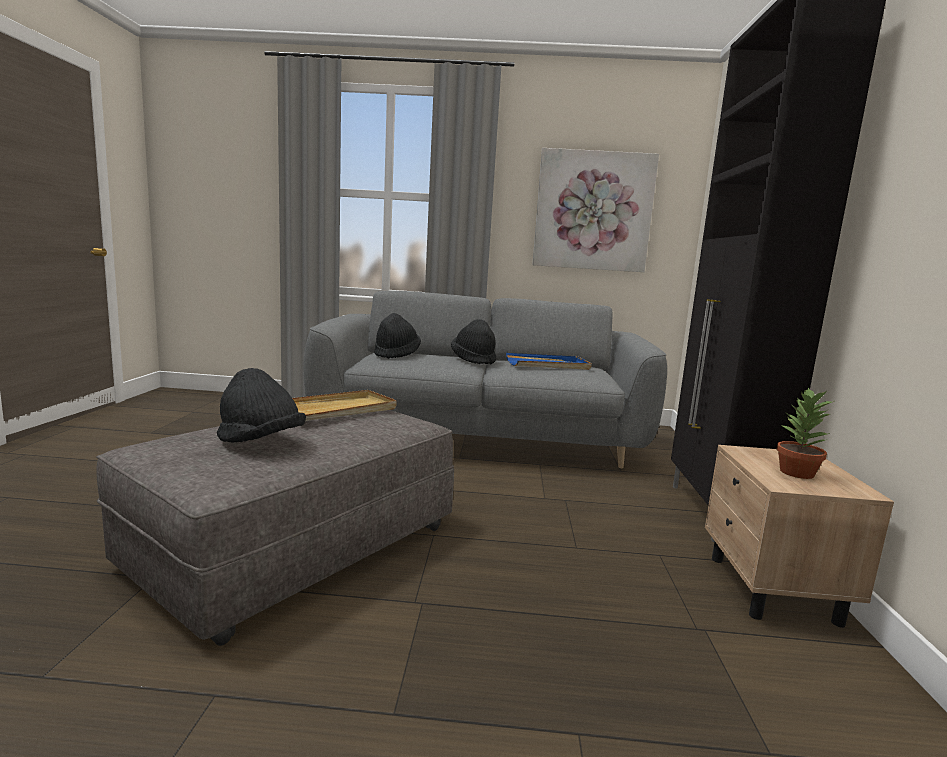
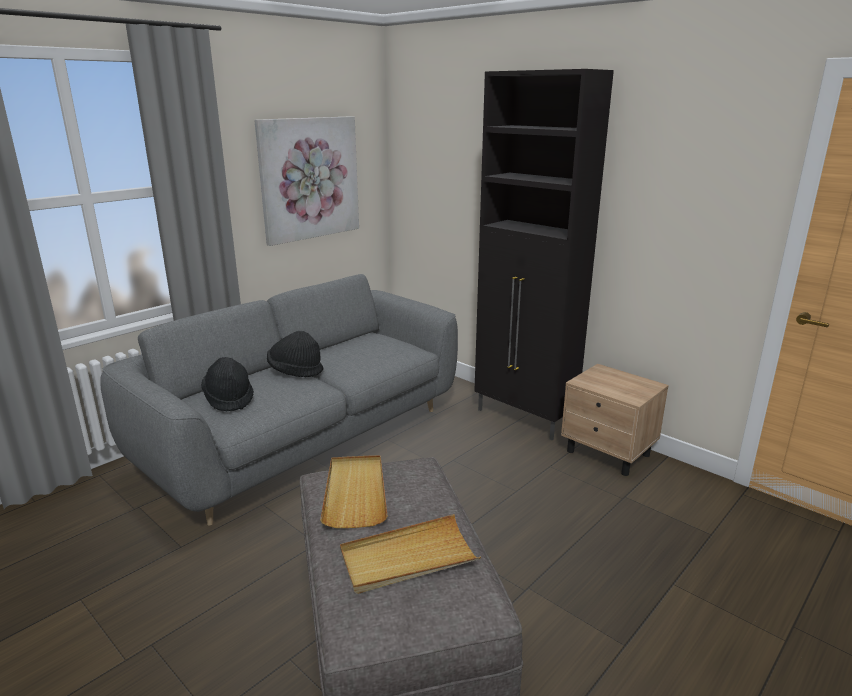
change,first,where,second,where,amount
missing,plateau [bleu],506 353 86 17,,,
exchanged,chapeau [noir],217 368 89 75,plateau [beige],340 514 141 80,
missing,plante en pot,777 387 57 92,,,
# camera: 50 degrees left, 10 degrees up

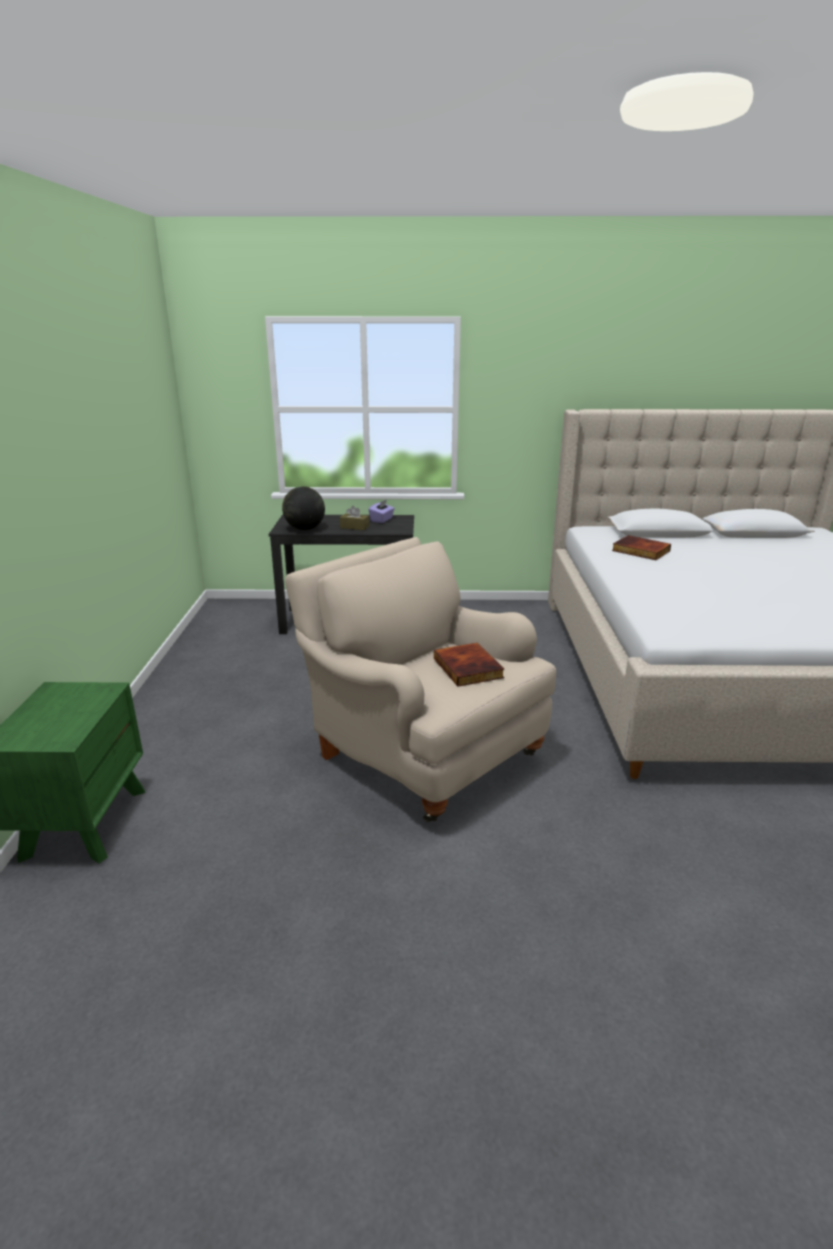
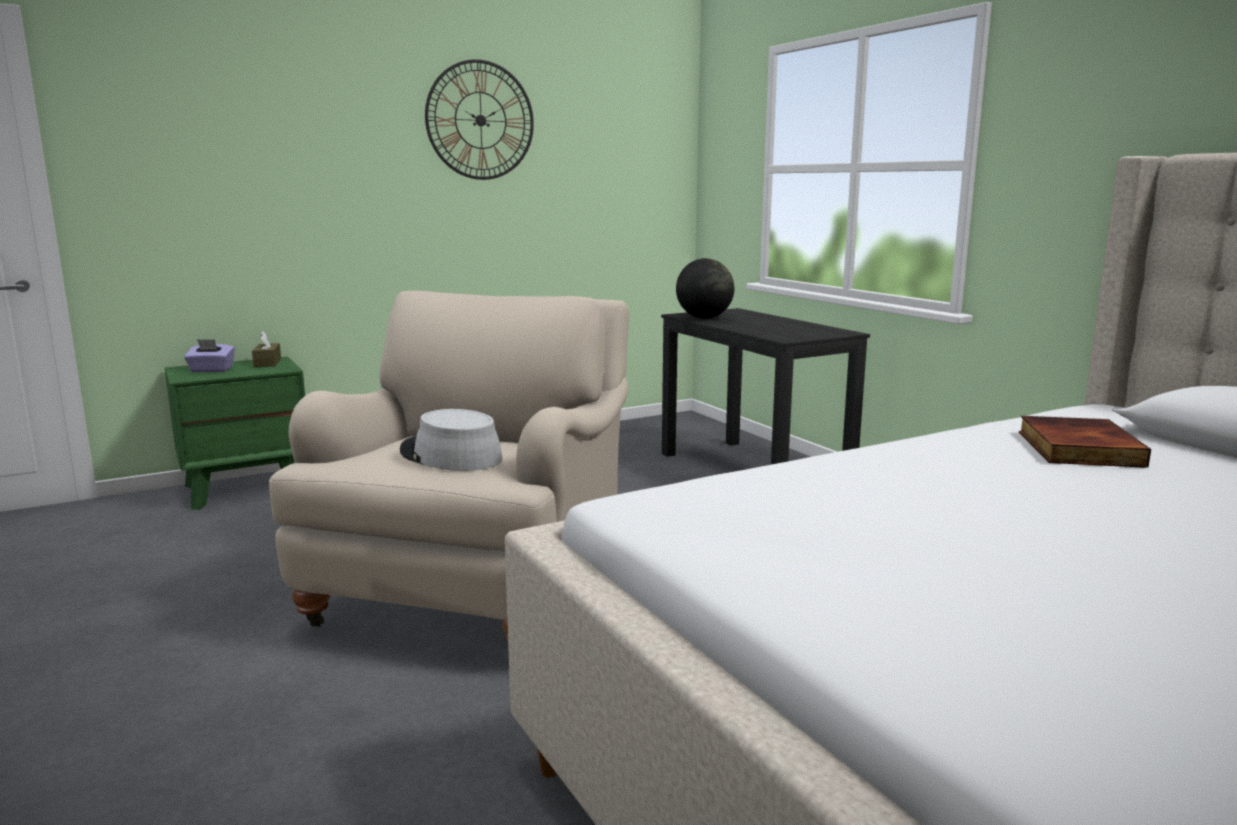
change,first,where,second,where,amount
relocated,boîte à mouchoirs [violet],369 500 26 23,,184 339 51 34,
relocated,boîte à mouchoirs [marron],340 506 29 24,,252 331 29 36,
exchanged,livre,434 642 70 45,chapeau [gris],400 409 103 62,
appeared,,,horloge murale,425 59 109 121,
# camera: 60 degrees right, 10 degrees down

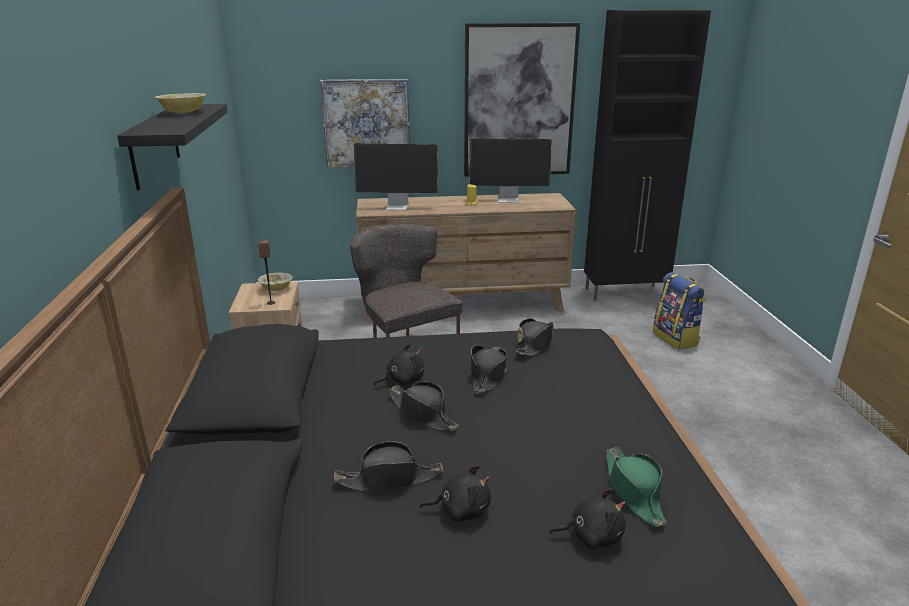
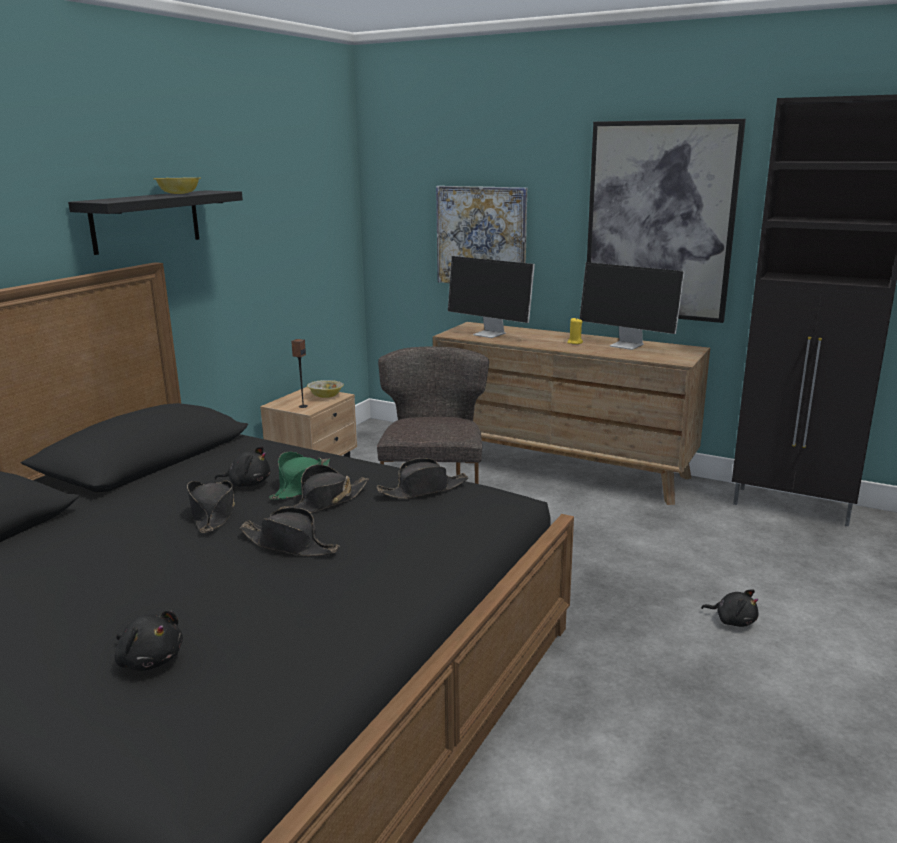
change,first,where,second,where,amount
missing,sac à dos,653 272 52 78,,,
relocated,chapeau [noir],334 441 110 50,,240 508 100 48,
relocated,chapeau [vert],606 447 61 80,,269 452 61 48,
relocated,peluche [noir],420 465 71 57,,701 589 58 38,
# camera: 35 degrees right, 5 degrees down

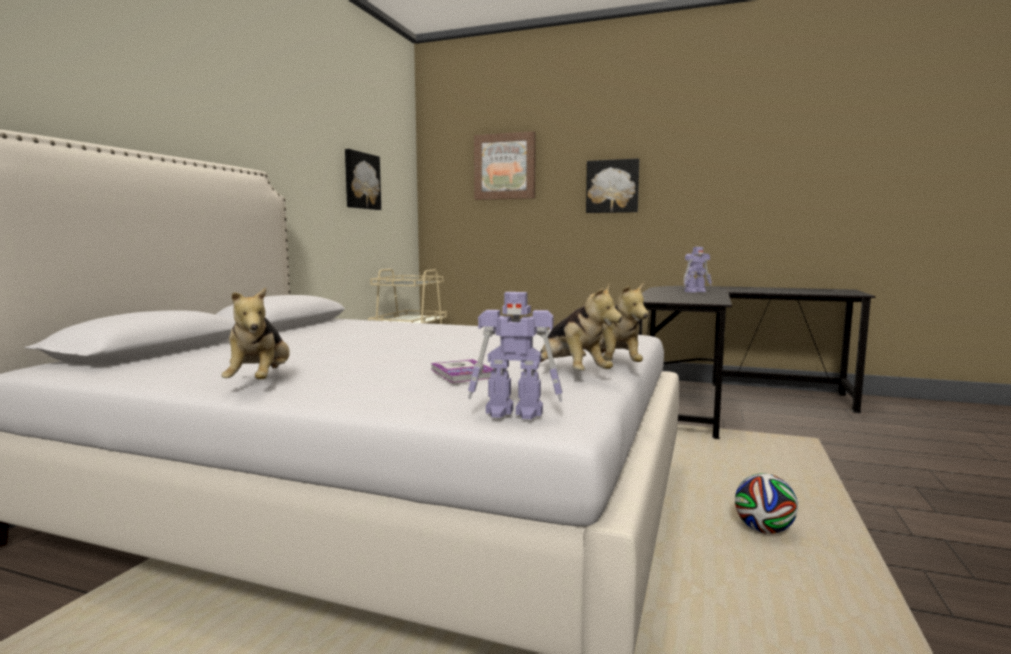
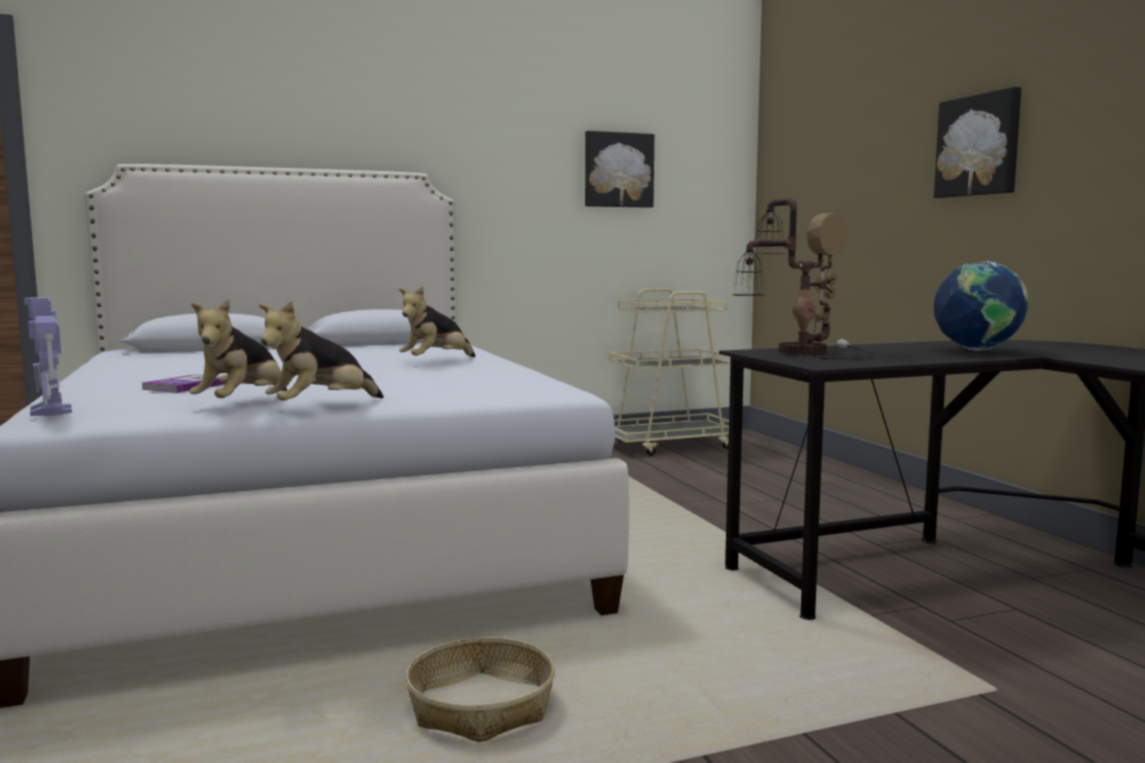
change,first,where,second,where,amount
missing,tableau,474 131 62 69,,,
exchanged,robot jouet,683 247 29 46,globe,934 261 95 90,
relocated,peluche,221 287 69 92,,399 286 76 71,
exchanged,ballon de foot,735 473 63 61,panier,406 637 149 105,
appeared,,,lampe de table,732 198 143 161,
# camera: 50 degrees right, 0 degrees up

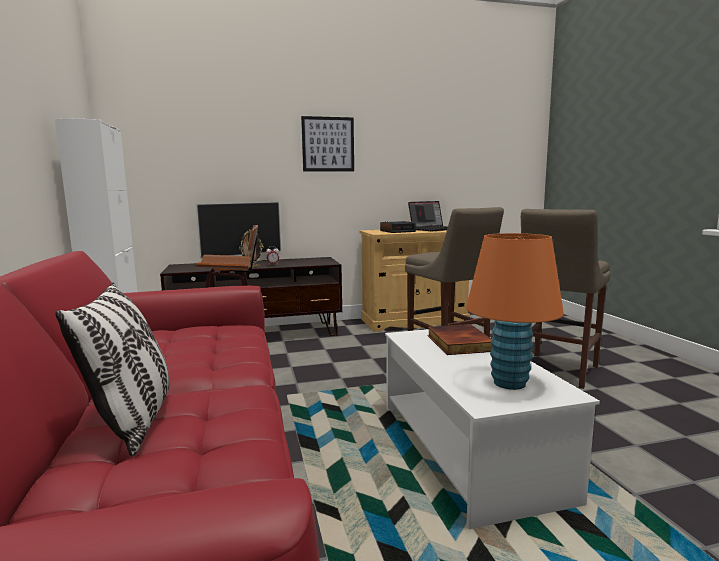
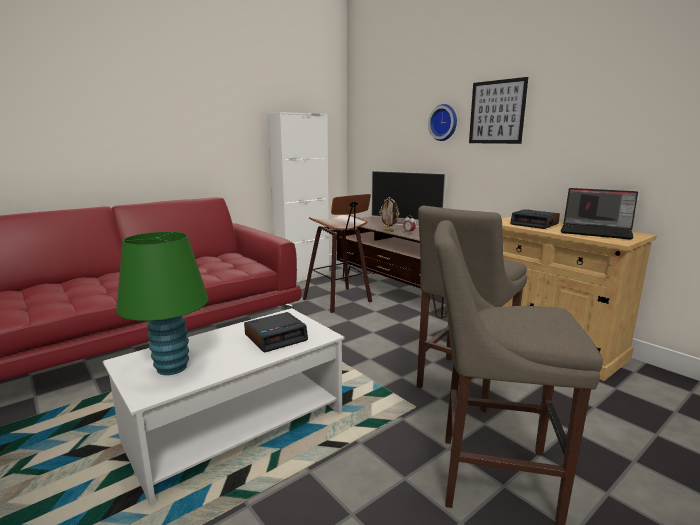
change,first,where,second,where,amount
colour,lampe de table [orange],466 233 98 157,lampe de table [vert],116 232 93 143,
missing,coussin,55 282 115 174,,,
exchanged,livre,428 324 64 31,réveil,244 312 64 40,
appeared,,,horloge murale,428 104 29 37,
# camera: 65 degrees right, 5 degrees up

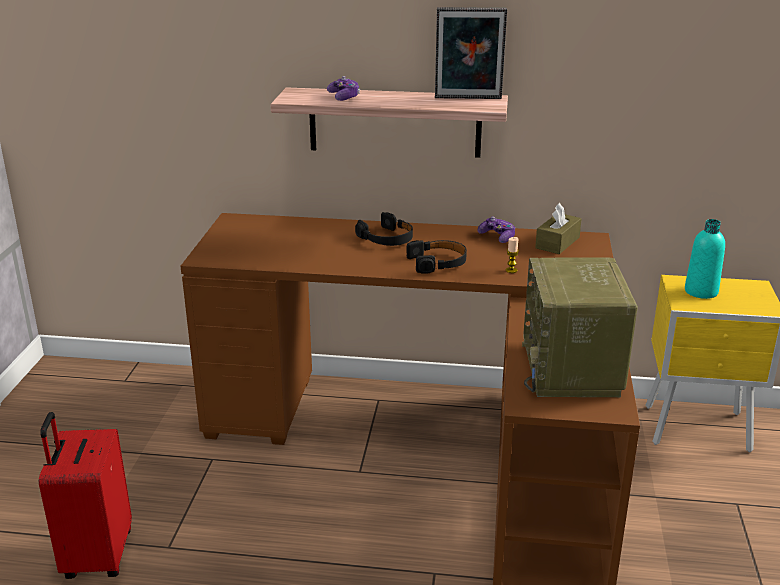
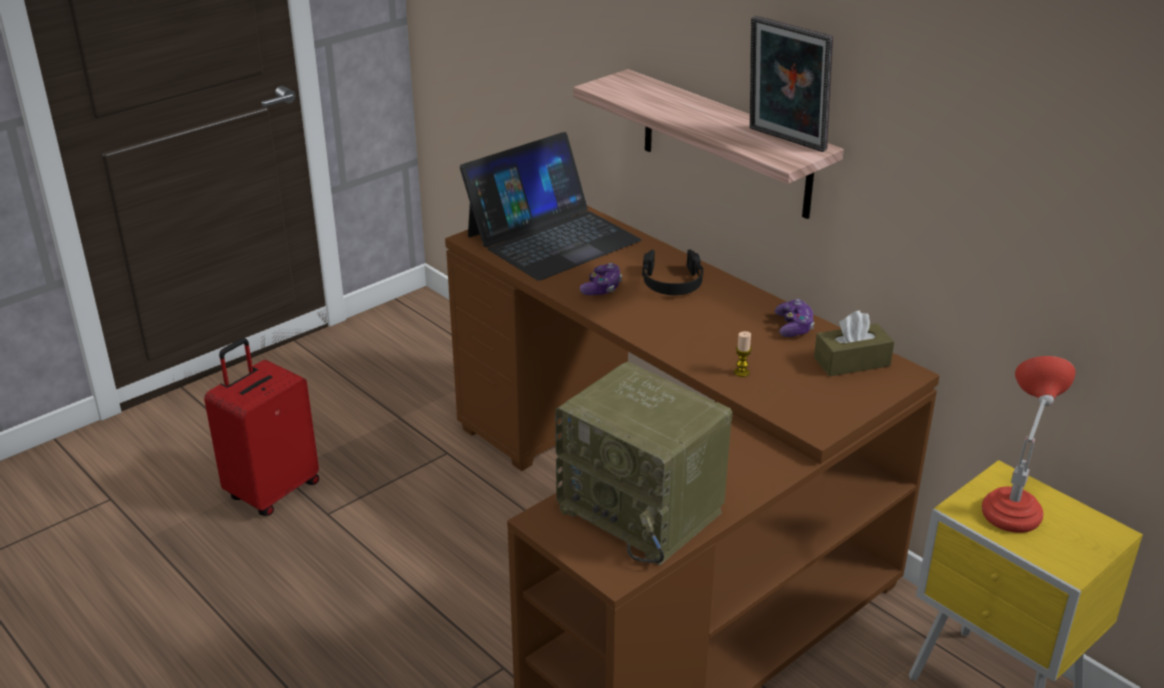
change,first,where,second,where,amount
relocated,manette,327 76 33 25,,580 263 42 32,
exchanged,bouteille [turquoise],685 219 40 80,lampe de table [rouge],982 356 94 177,
missing,casque audio [noir],406 240 61 34,,,
spun,radio,522 257 116 140,,555 362 177 203,90 degrees counterclockwise
appeared,,,ordinateur portable,460 132 181 149,
# camera: 40 degrees right, 5 degrees up

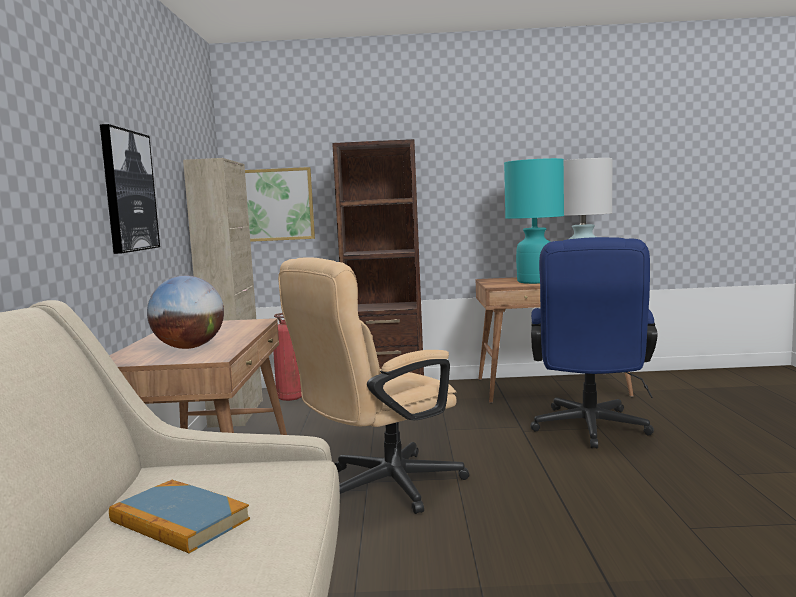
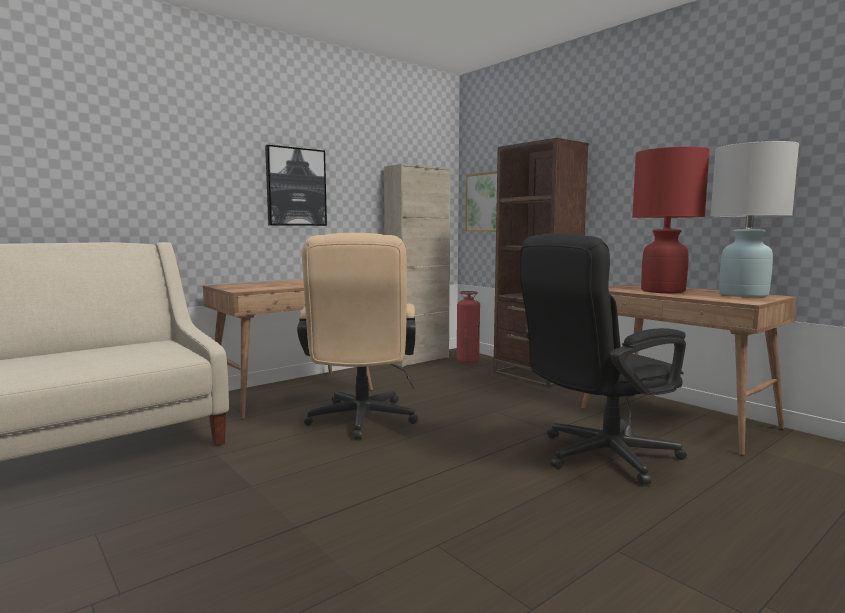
change,first,where,second,where,amount
colour,lampe de table [turquoise],504 158 60 126,lampe de table [rouge],632 146 78 147,
colour,chaise de bureau [bleu],530 237 127 211,chaise de bureau [noir],520 233 167 252,
spun,chaise de bureau [beige],278 257 191 257,,297 233 121 207,105 degrees counterclockwise
missing,globe,147 276 77 73,,,
missing,livre,109 480 141 73,,,
# camera: 50 degrees right, 0 degrees up

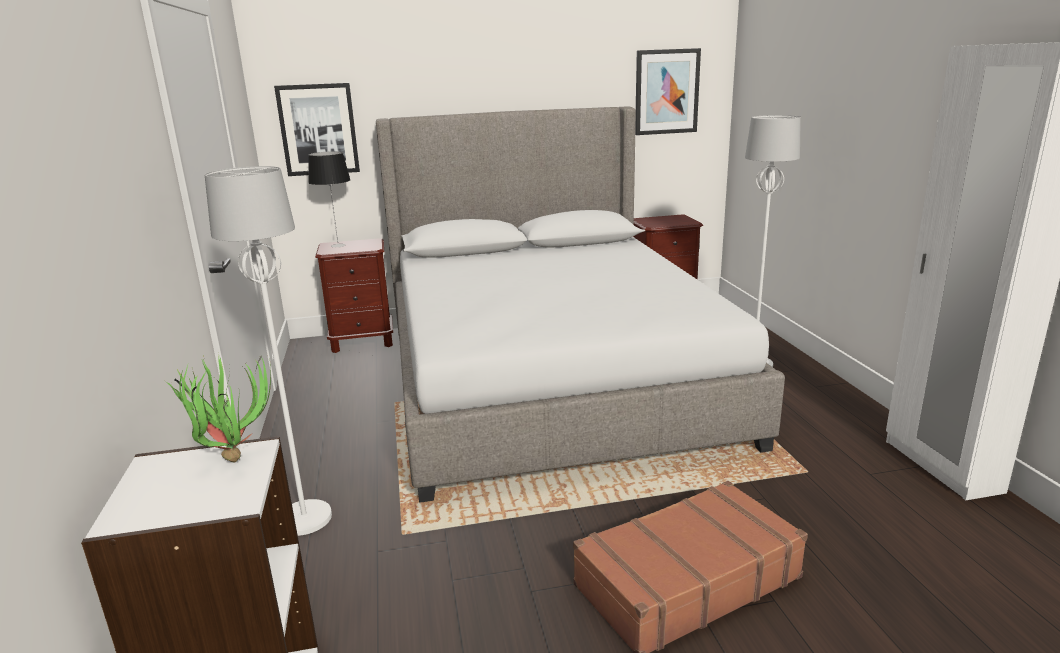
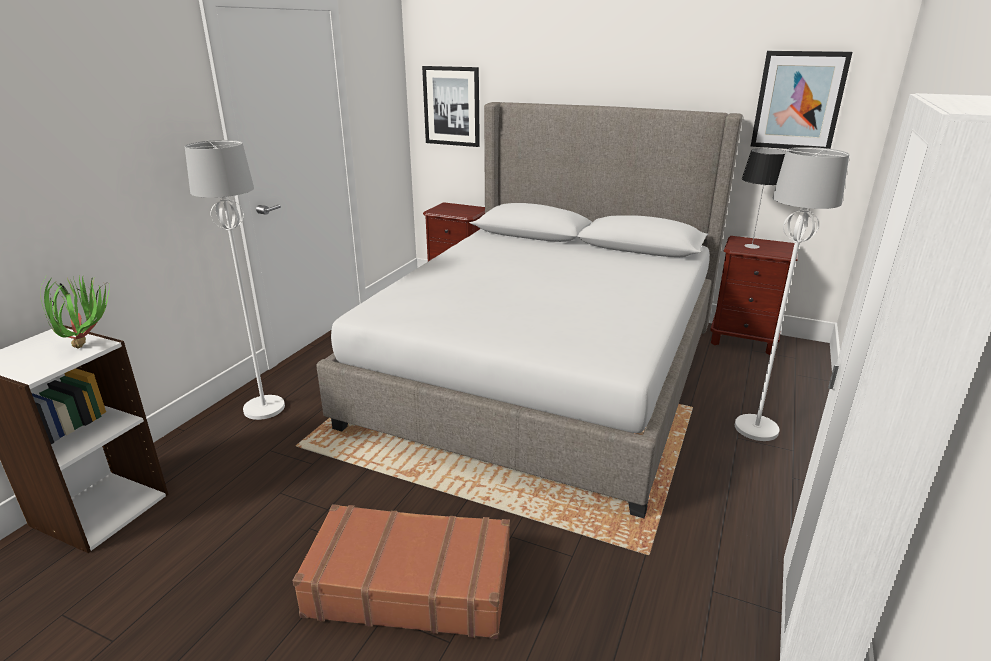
change,first,where,second,where,amount
relocated,lampe de table,308 151 43 96,,742 148 44 101,
# camera: 35 degrees right, 5 degrees up

